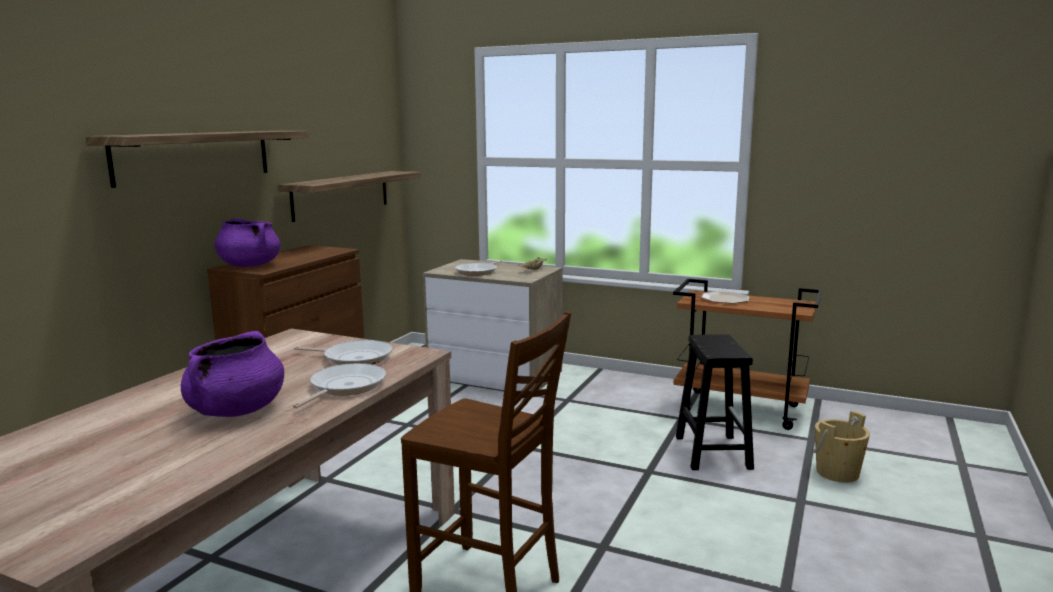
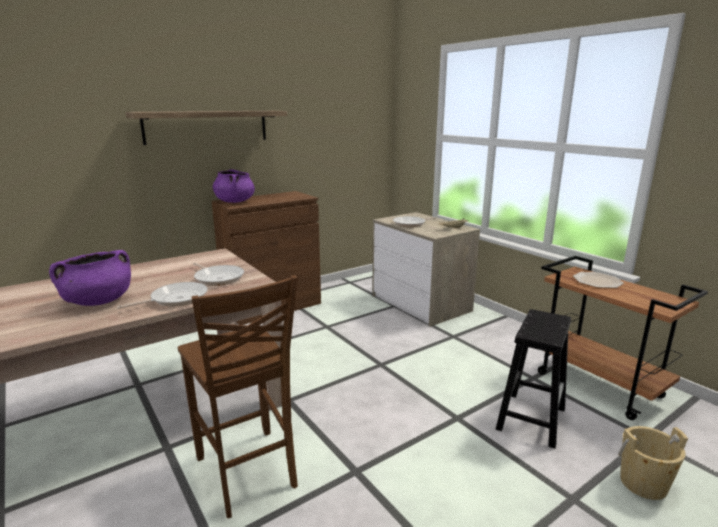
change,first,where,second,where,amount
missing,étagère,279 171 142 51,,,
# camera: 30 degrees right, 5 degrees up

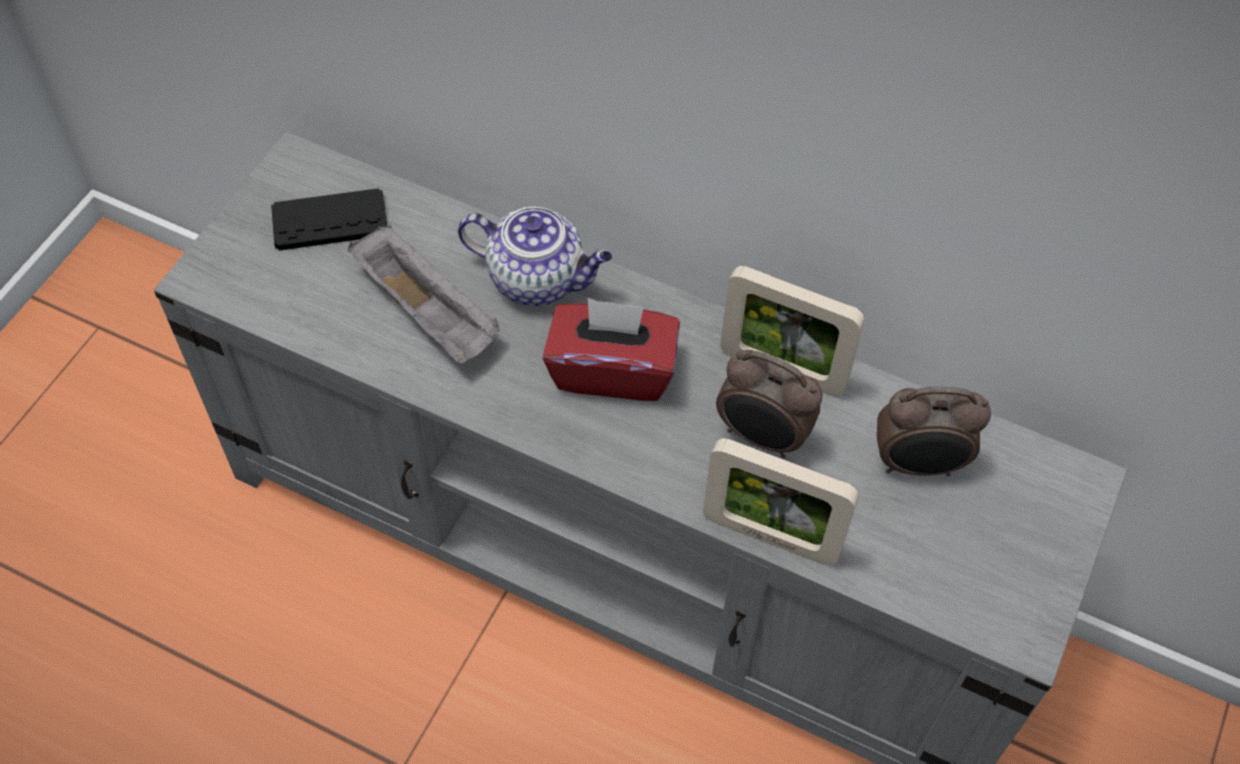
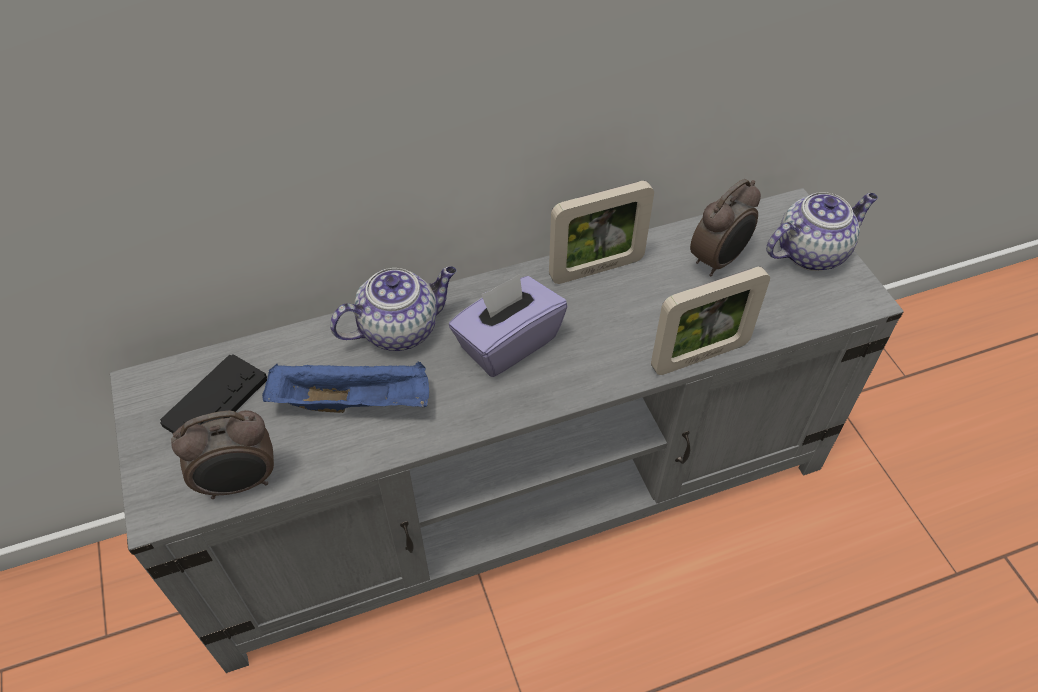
change,first,where,second,where,amount
colour,plateau [gris],348 226 152 138,plateau [bleu],262 361 167 52,
colour,boîte à mouchoirs [rouge],542 298 138 103,boîte à mouchoirs [violet],449 274 119 103,
relocated,réveil,716 350 106 108,,171 410 103 89,
appeared,,,théière,766 192 112 79,
# camera: 45 degrees left, 5 degrees down

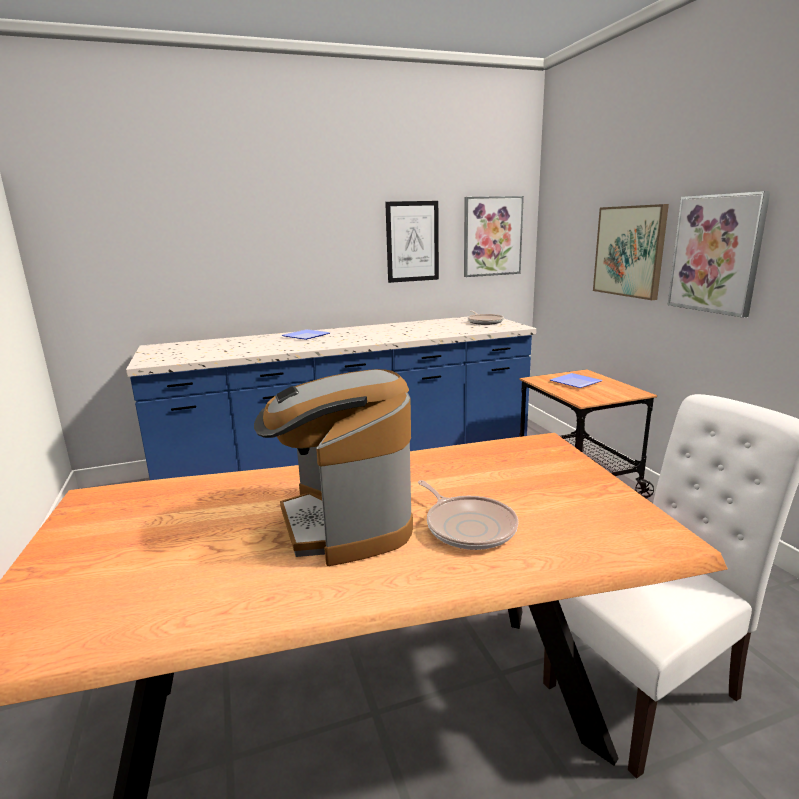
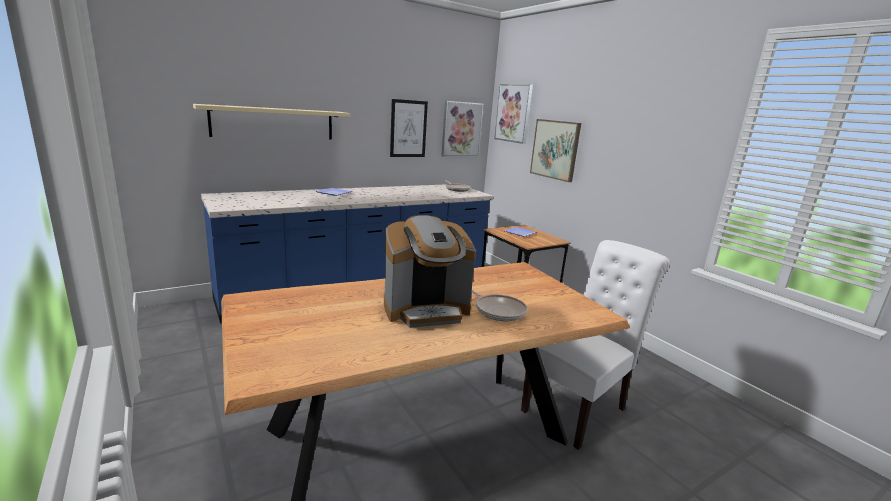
change,first,where,second,where,amount
relocated,tableau,668 191 103 127,,494 84 39 60,
spun,machine à café,254 369 159 197,,384 215 92 113,75 degrees counterclockwise
appeared,,,étagère [beige],193 104 157 36,
# camera: 15 degrees left, 0 degrees up

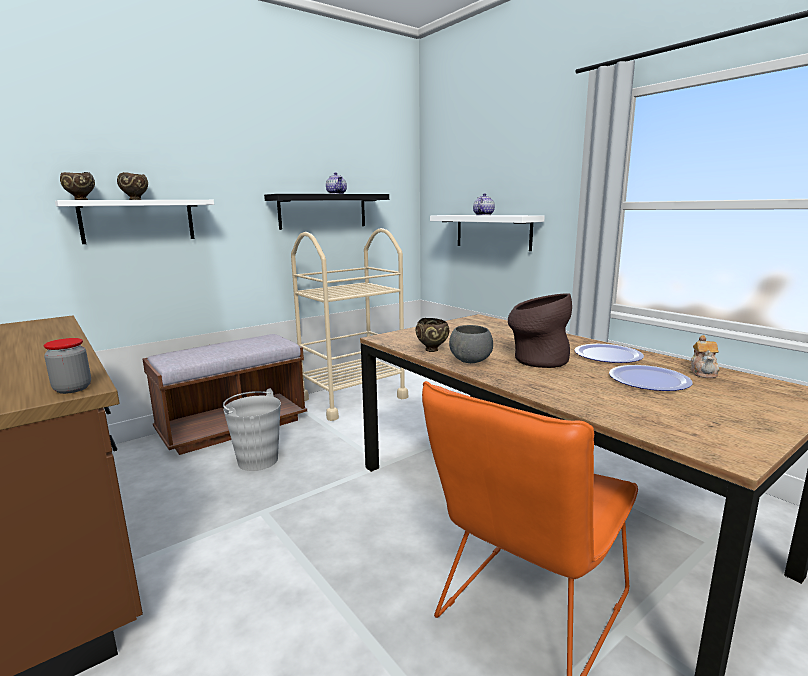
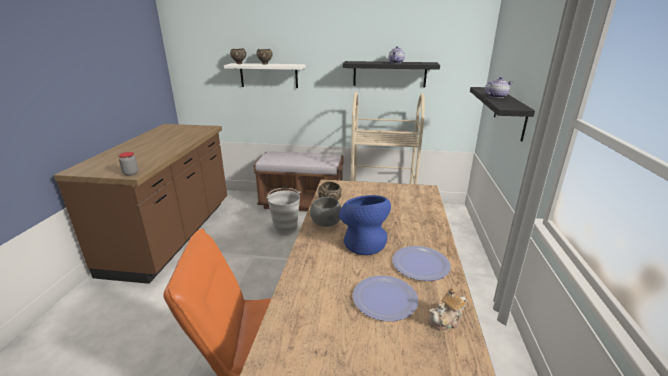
change,first,where,second,where,amount
colour,étagère [blanc],430 215 115 36,étagère [noir],470 87 65 55,
colour,vase [marron],508 293 64 75,vase [bleu],339 195 52 60,
# camera: 45 degrees right, 10 degrees up

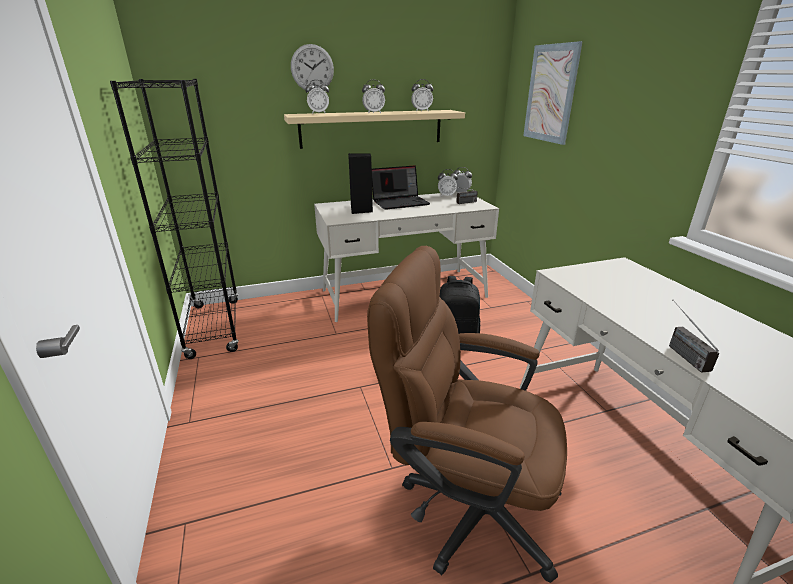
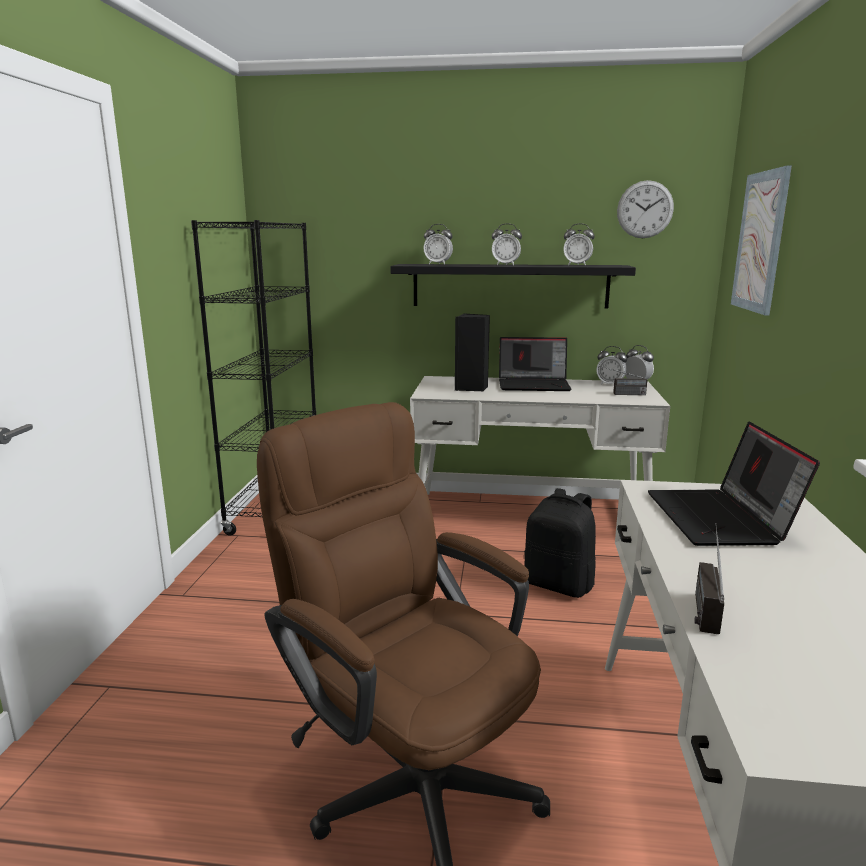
change,first,where,second,where,amount
relocated,horloge murale,291 44 43 48,,617 180 57 58,
colour,étagère [beige],284 110 181 39,étagère [noir],390 264 246 44,
appeared,,,ordinateur portable,648 421 172 125,
# camera: 25 degrees right, 10 degrees down

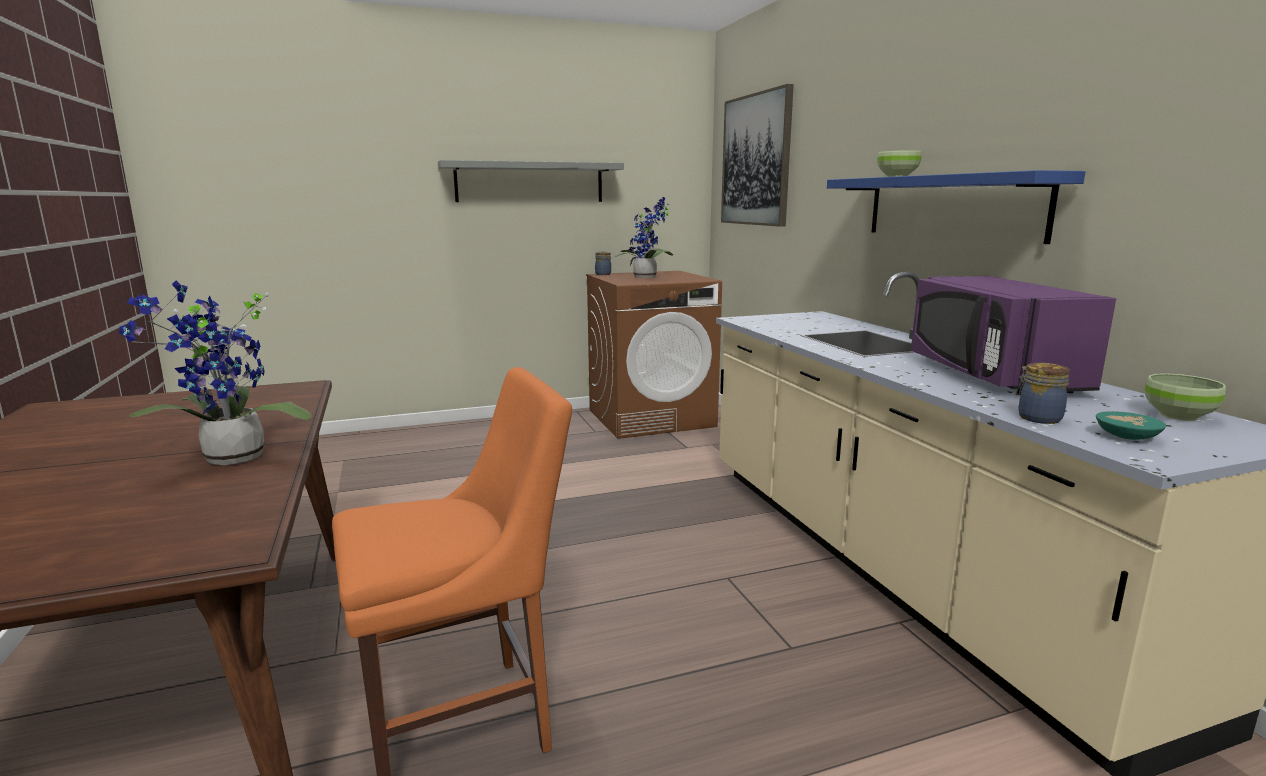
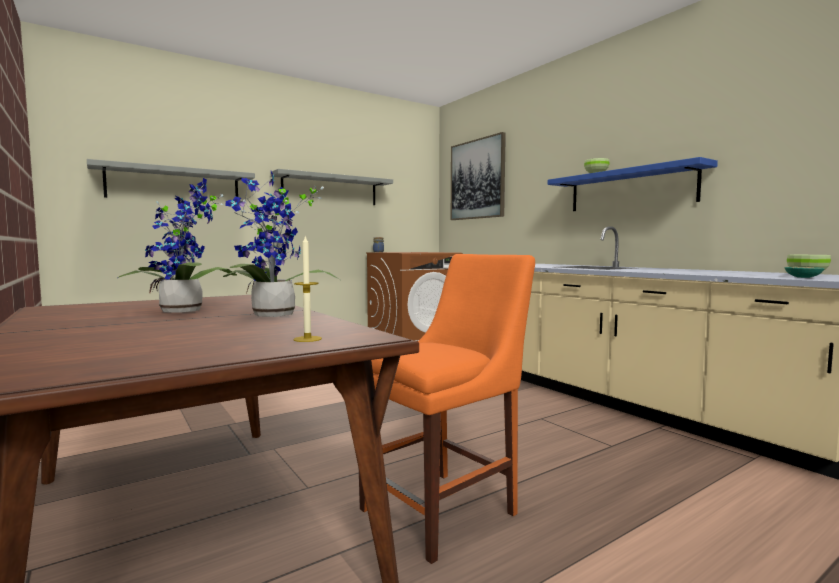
change,first,where,second,where,amount
relocated,plante en pot,615 197 58 81,,118 178 119 135,
missing,micro-ondes [violet],911 276 205 119,,,
missing,bocal,1016 363 54 61,,,
appeared,,,étagère [gris],87 159 168 39,
appeared,,,bougie,293 235 29 107,
# camera: 15 degrees left, 10 degrees down

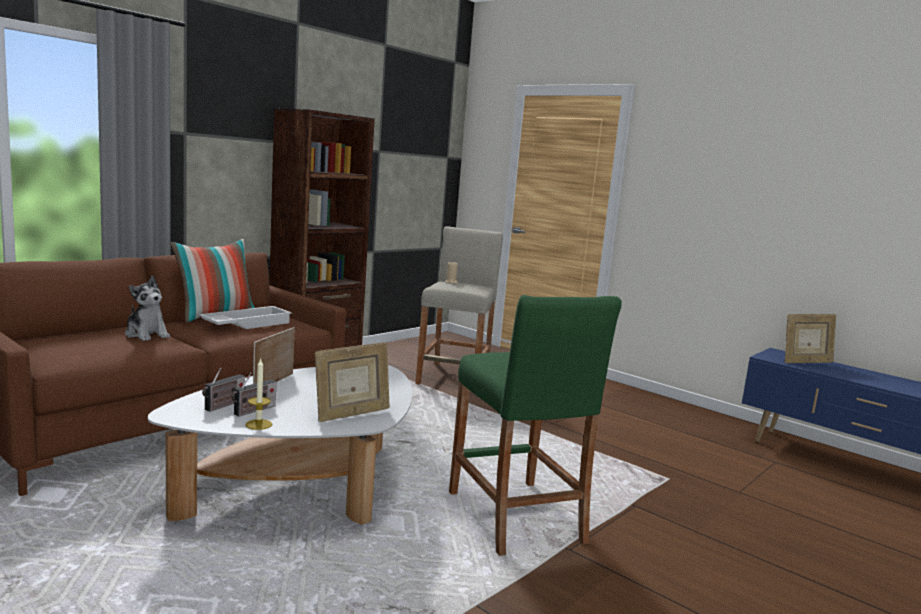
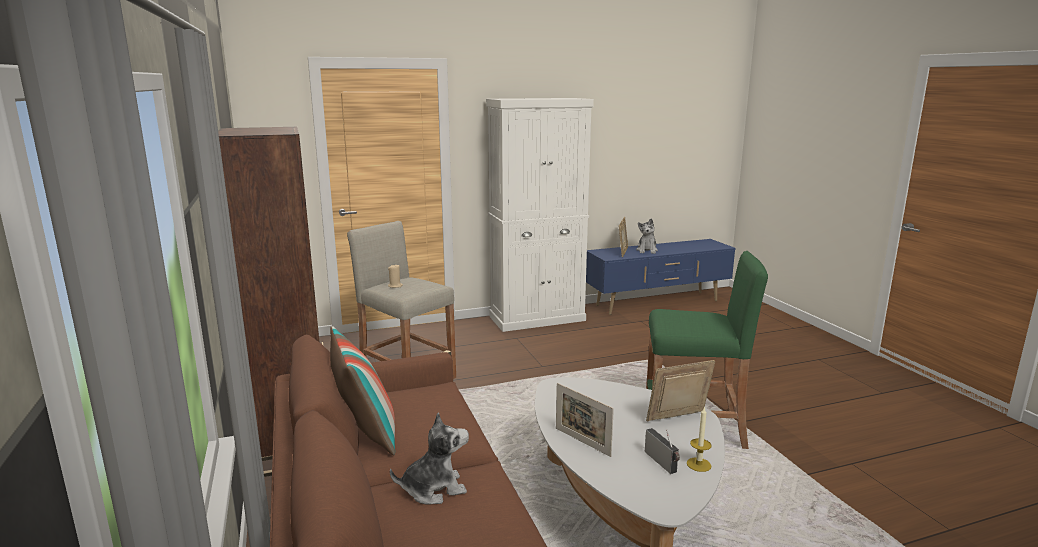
change,first,where,second,where,amount
missing,plateau [blanc],199 306 93 23,,,
spun,cadre photo,315 342 75 80,,646 360 69 61,105 degrees counterclockwise
missing,radio,202 368 43 44,,,
appeared,,,meuble de rangement [blanc],486 98 108 234,
appeared,,,peluche,636 219 22 35,
# camera: 60 degrees left, 5 degrees up

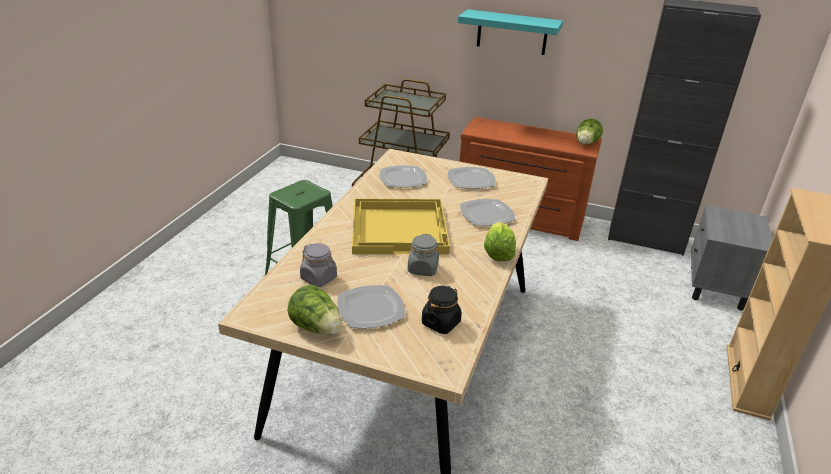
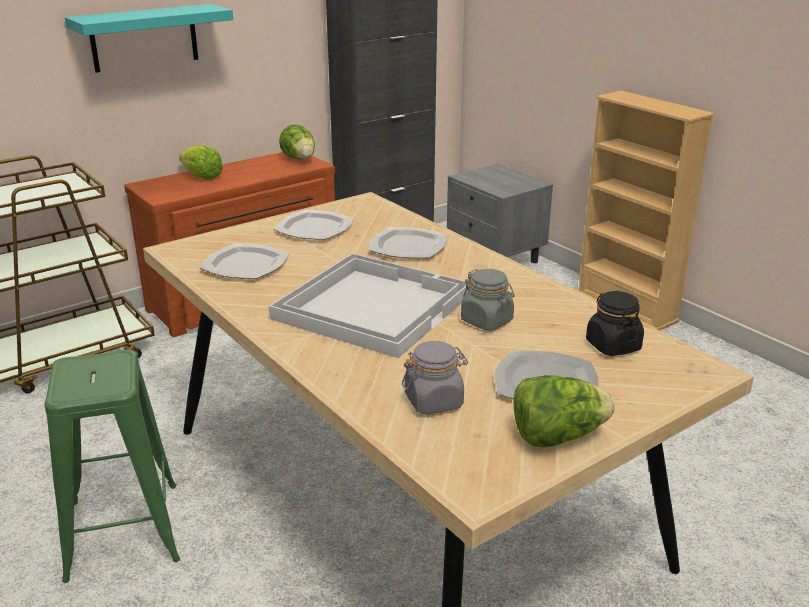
change,first,where,second,where,amount
colour,plateau [jaune],352 198 98 56,plateau [blanc],269 253 200 105,
relocated,laitue,484 222 32 39,,179 145 44 35,
# camera: 55 degrees left, 5 degrees down

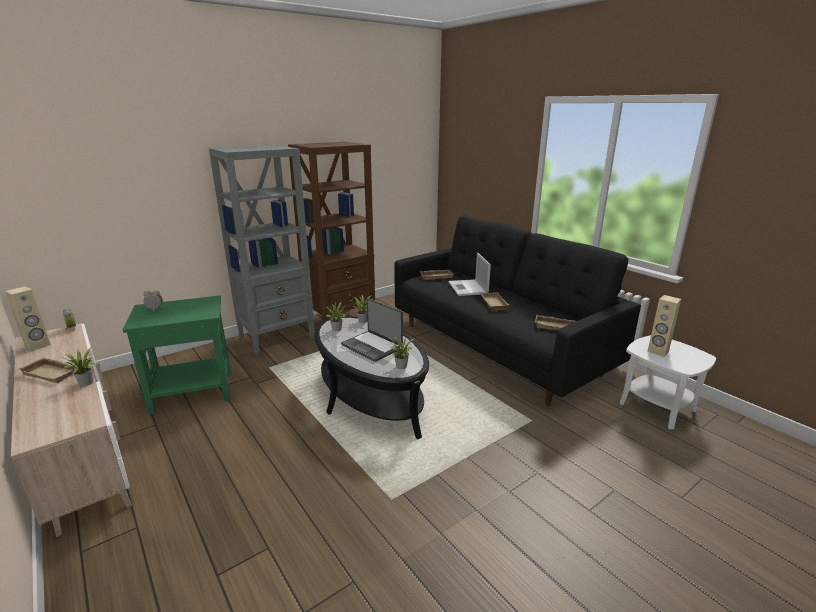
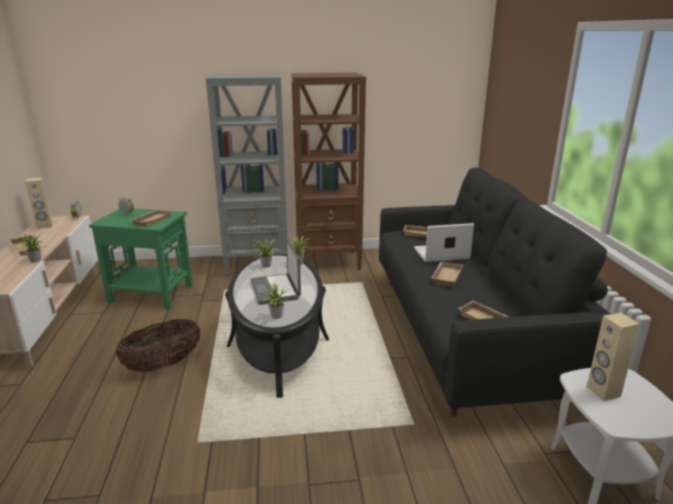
change,first,where,second,where,amount
spun,ordinateur portable,448 253 43 43,,414 223 60 39,60 degrees clockwise
appeared,,,plateau [beige],131 210 41 17,
appeared,,,panier,116 319 85 53,
# camera: 30 degrees right, 0 degrees up

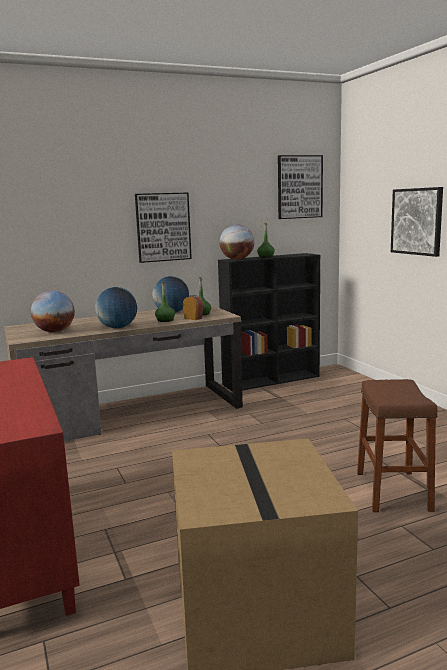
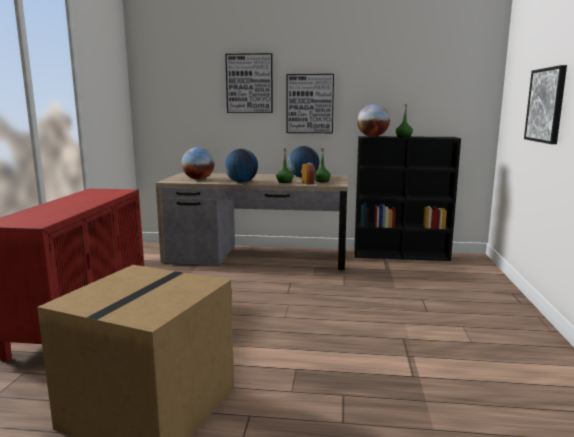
change,first,where,second,where,amount
relocated,tableau,278 155 45 64,,225 53 48 60,
missing,tabouret [marron],357 379 81 133,,,
# camera: 30 degrees right, 0 degrees up

